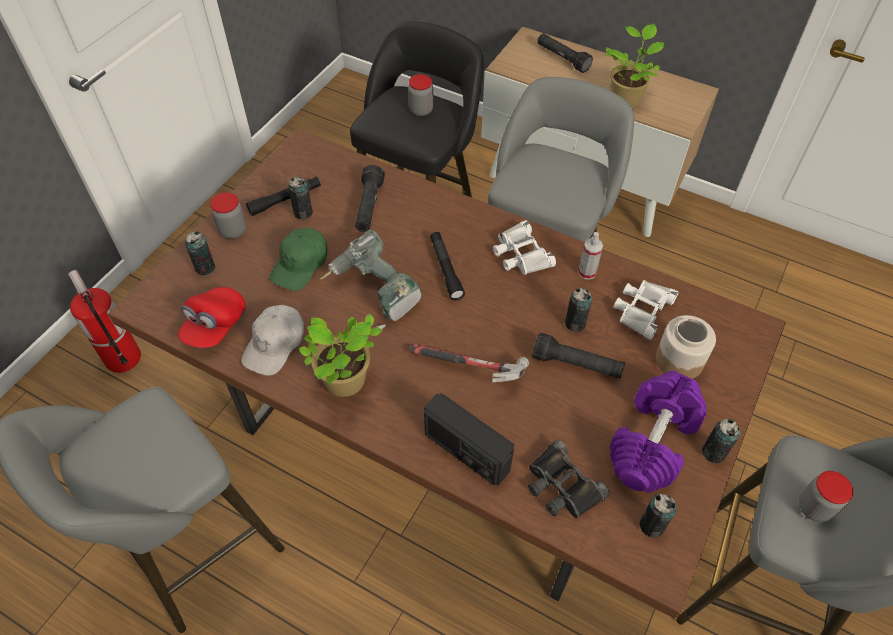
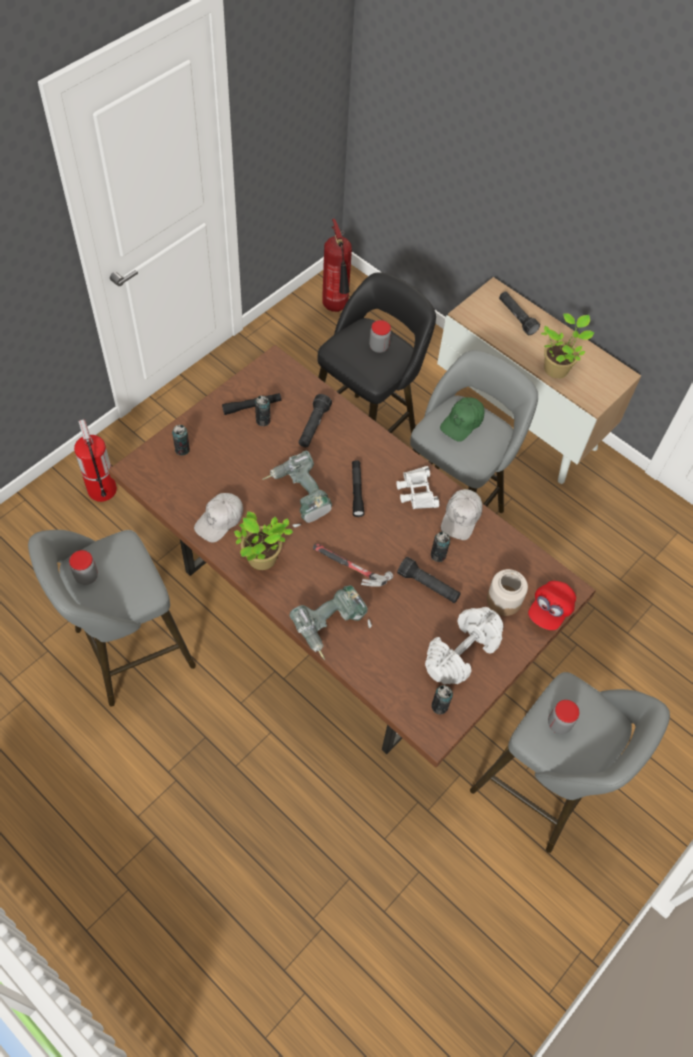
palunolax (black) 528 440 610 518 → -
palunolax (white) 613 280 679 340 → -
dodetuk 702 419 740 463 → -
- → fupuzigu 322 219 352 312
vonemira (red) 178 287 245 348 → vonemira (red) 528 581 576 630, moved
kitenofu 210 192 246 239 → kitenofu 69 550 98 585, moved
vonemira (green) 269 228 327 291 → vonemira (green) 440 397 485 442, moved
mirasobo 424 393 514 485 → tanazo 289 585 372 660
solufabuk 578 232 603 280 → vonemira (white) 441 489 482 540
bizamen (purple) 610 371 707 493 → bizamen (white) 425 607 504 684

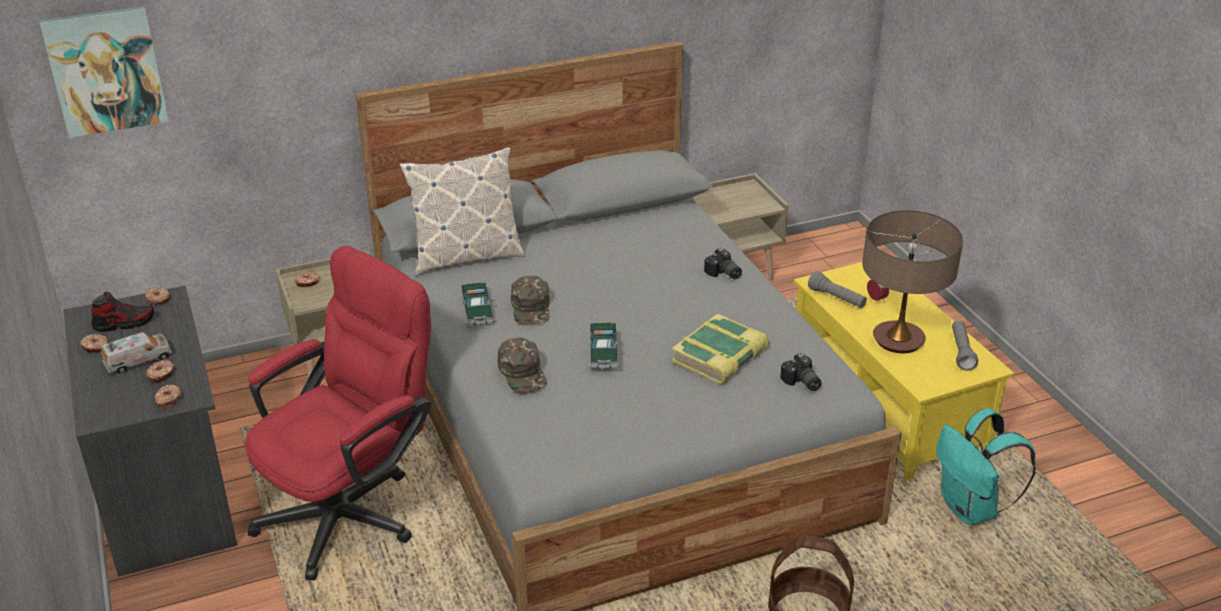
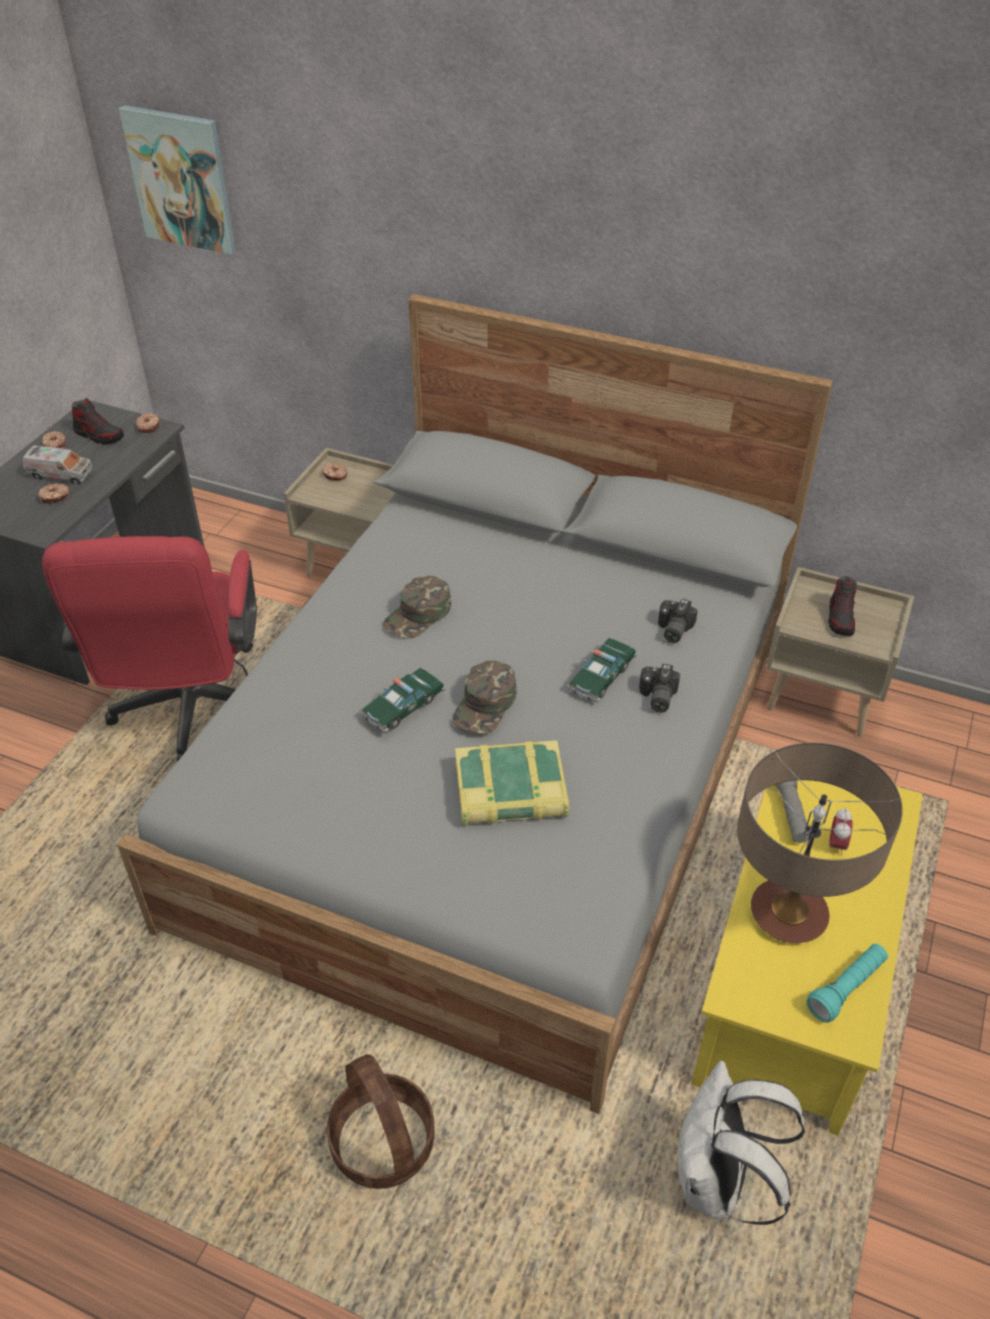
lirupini 155 384 182 408 → -
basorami 399 147 525 275 → -
- → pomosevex 828 576 857 636
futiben 460 283 494 325 → futiben 567 638 637 702, moved
vonemira (green) 498 337 547 392 → vonemira (green) 453 660 517 734, moved
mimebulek 780 353 822 391 → mimebulek 658 599 698 643, moved
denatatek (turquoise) 936 408 1036 525 → denatatek (white) 677 1061 805 1225
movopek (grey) 952 321 978 371 → movopek (turquoise) 807 944 888 1023
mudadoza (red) 245 245 431 580 → mudadoza (red) 42 536 257 762, 90 degrees clockwise

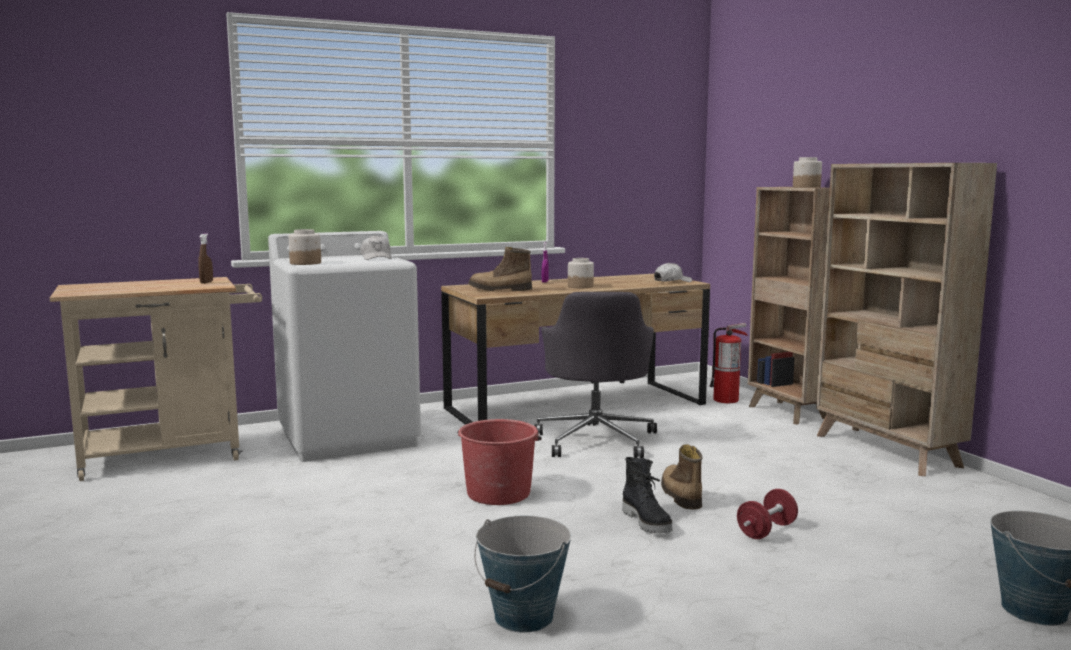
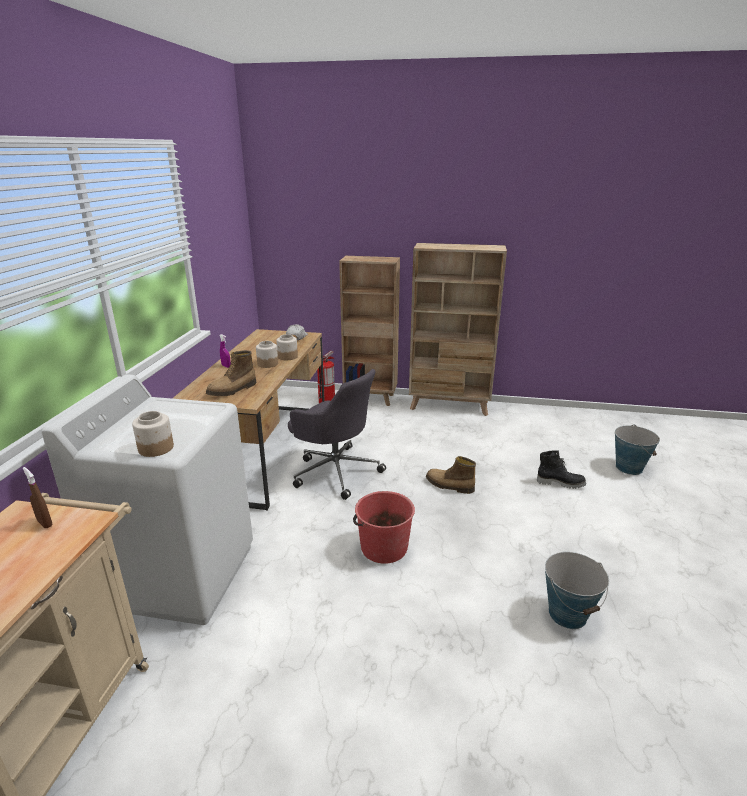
vonemira (white) 361 235 392 260 → -
bizamen (red) 737 489 798 539 → -
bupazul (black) 622 457 672 533 → bupazul (black) 537 450 586 489, moved
kitenofu 793 157 822 188 → kitenofu 276 334 298 360, moved

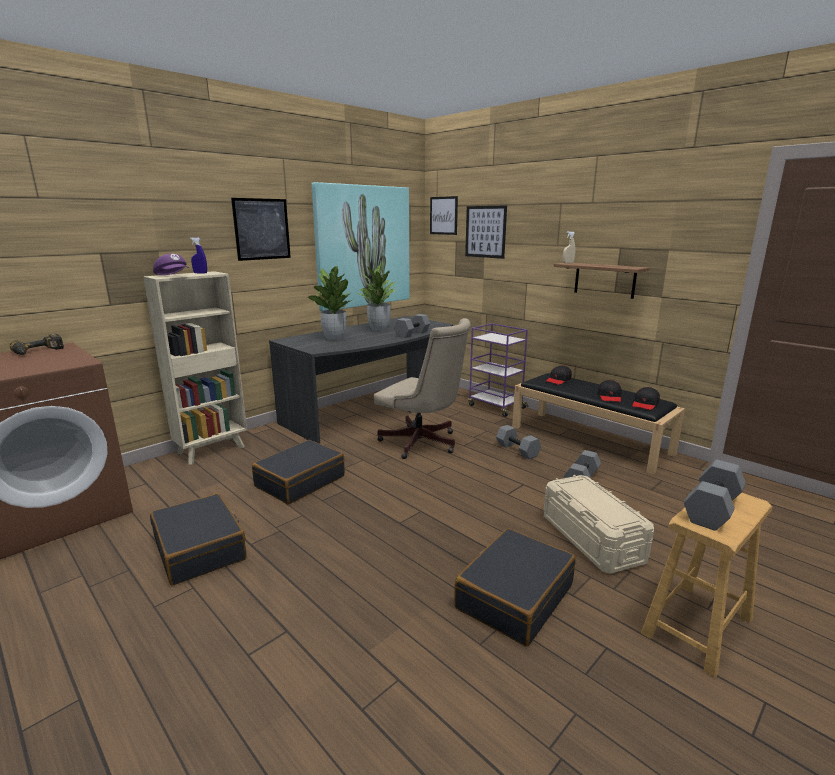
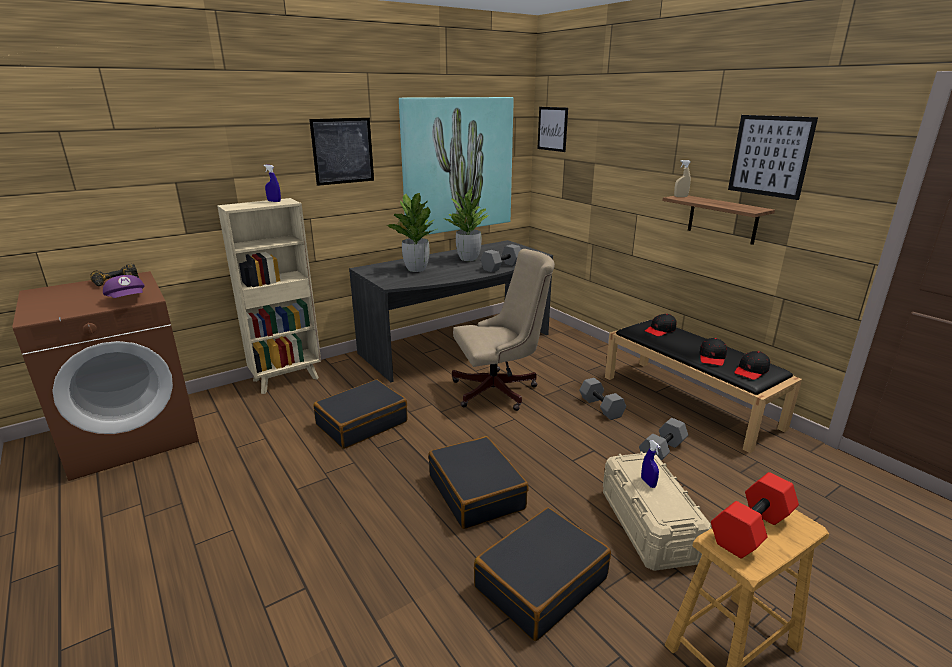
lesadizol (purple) 468 323 528 417 → -
- → solufabuk (blue) 641 440 661 488
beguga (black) 150 493 247 586 → beguga (black) 428 436 529 529, moved
vonemira (purple) 153 254 189 275 → vonemira (purple) 103 275 145 298, moved
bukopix 465 205 507 259 → bukopix 728 115 818 200, moved
bizamen (grey) 684 459 746 531 → bizamen (red) 711 472 799 558
mudadoza (beige) 374 318 471 459 → mudadoza (beige) 452 249 555 411, 60 degrees counterclockwise

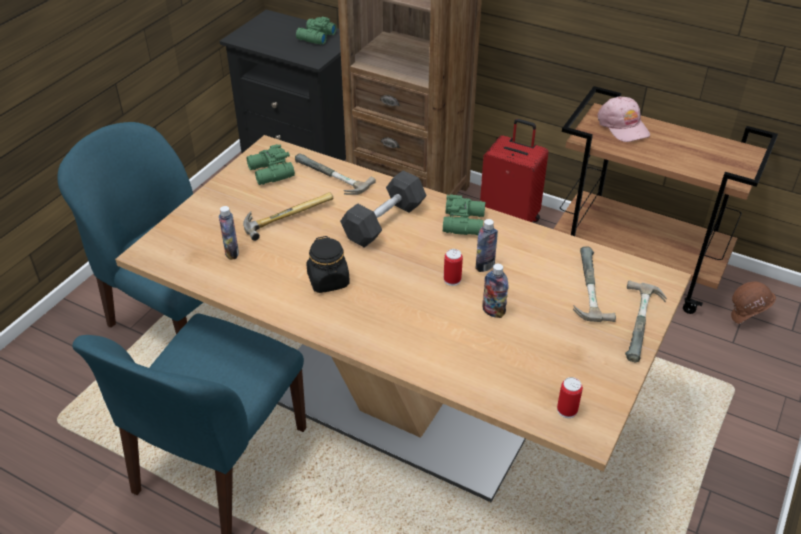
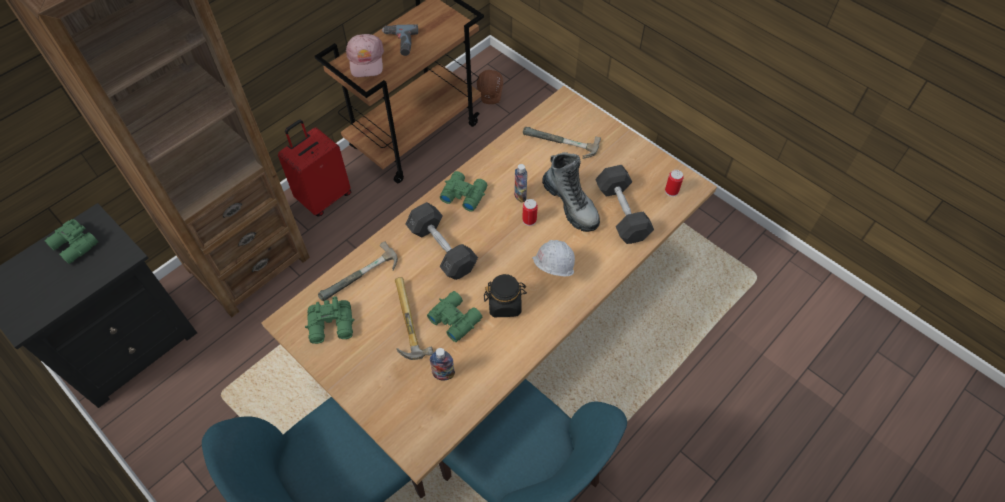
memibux 625 280 667 363 → -
- → tanazo 382 24 418 56
- → palunolax (green) 427 291 482 342
- → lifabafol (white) 532 240 575 277
- → bizamen (grey) 595 165 654 244
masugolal 482 263 508 318 → bupazul 542 152 600 232
vonemira (pink) 597 96 650 142 → vonemira (pink) 346 34 384 78, 90 degrees clockwise

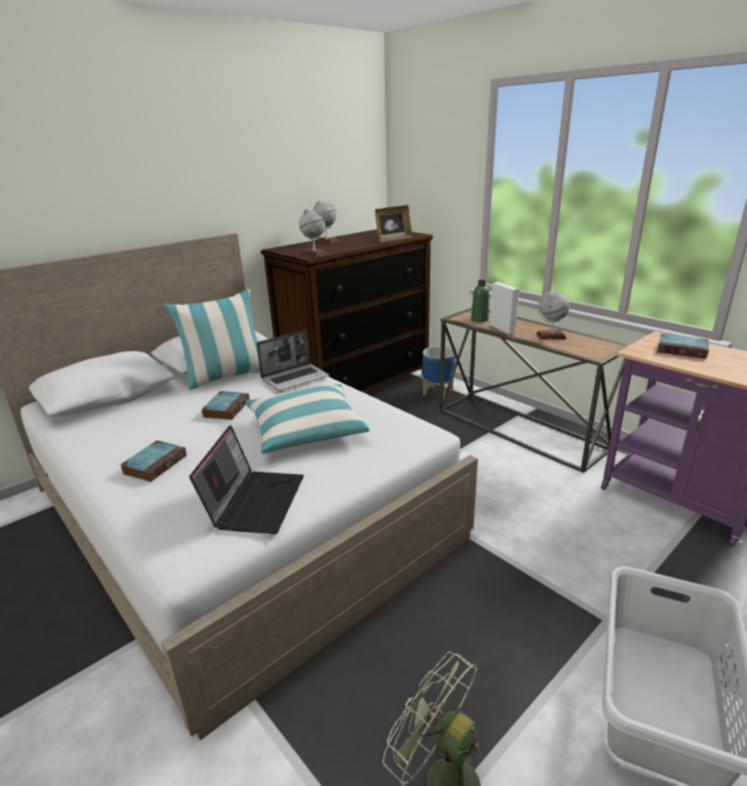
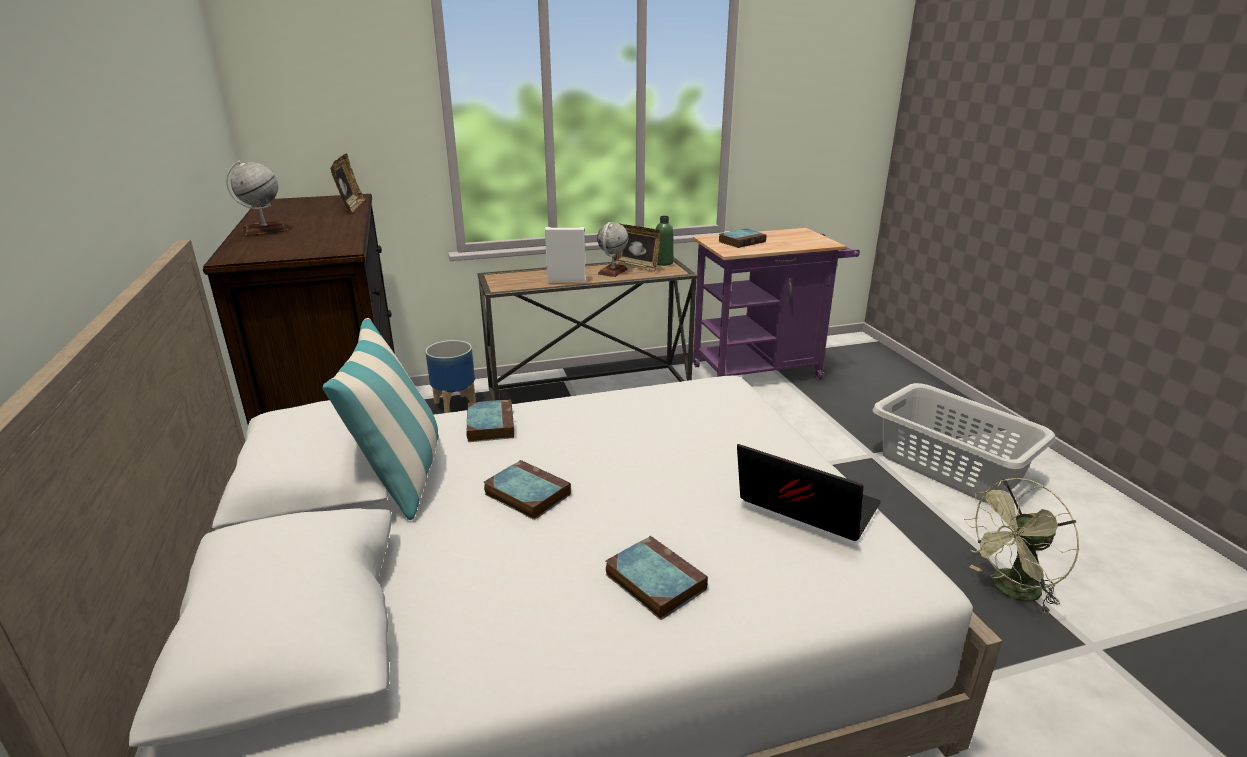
basorami 246 384 369 454 → -
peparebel 299 209 329 257 → -
- → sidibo 614 224 661 272
masugolal (green) 471 280 489 322 → masugolal (green) 656 216 674 266, moved
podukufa 256 330 329 391 → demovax 467 399 514 442

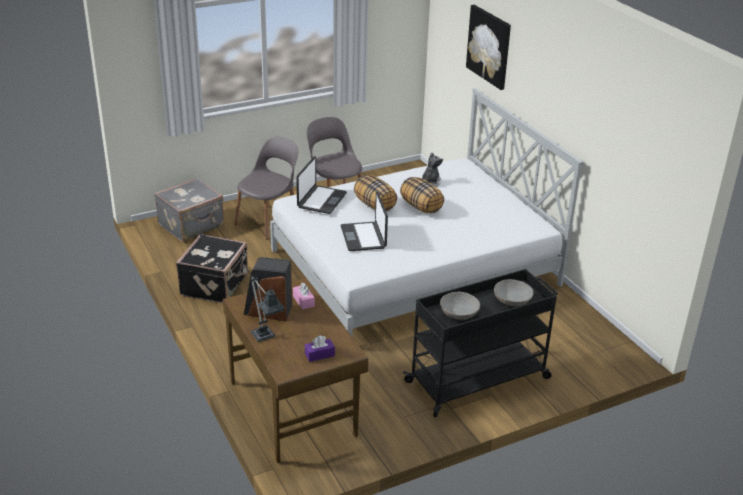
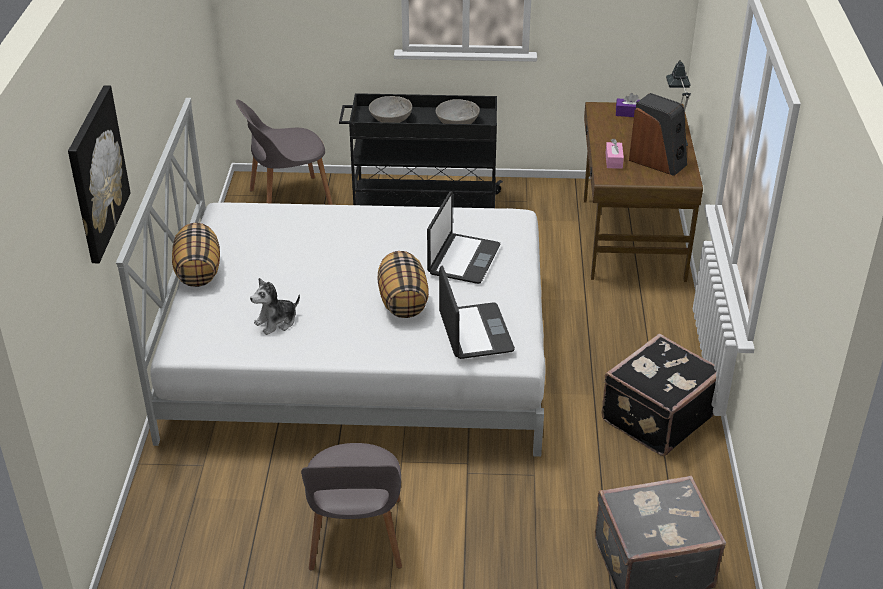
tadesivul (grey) 234 137 298 240 → tadesivul (grey) 236 100 333 205, moved
basorami 400 177 444 213 → basorami 172 223 220 287, moved
podukufa 296 156 347 214 → podukufa 439 265 515 359, 120 degrees clockwise

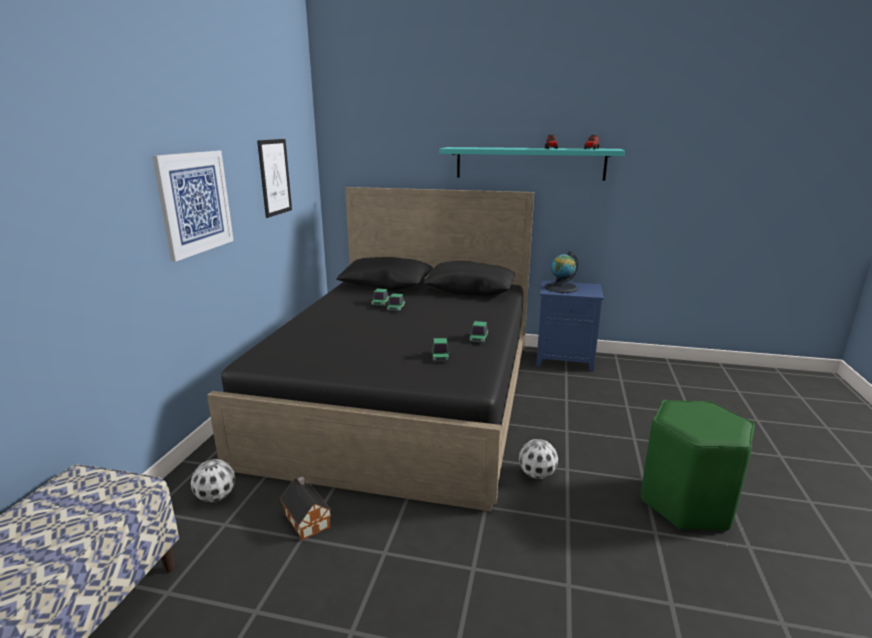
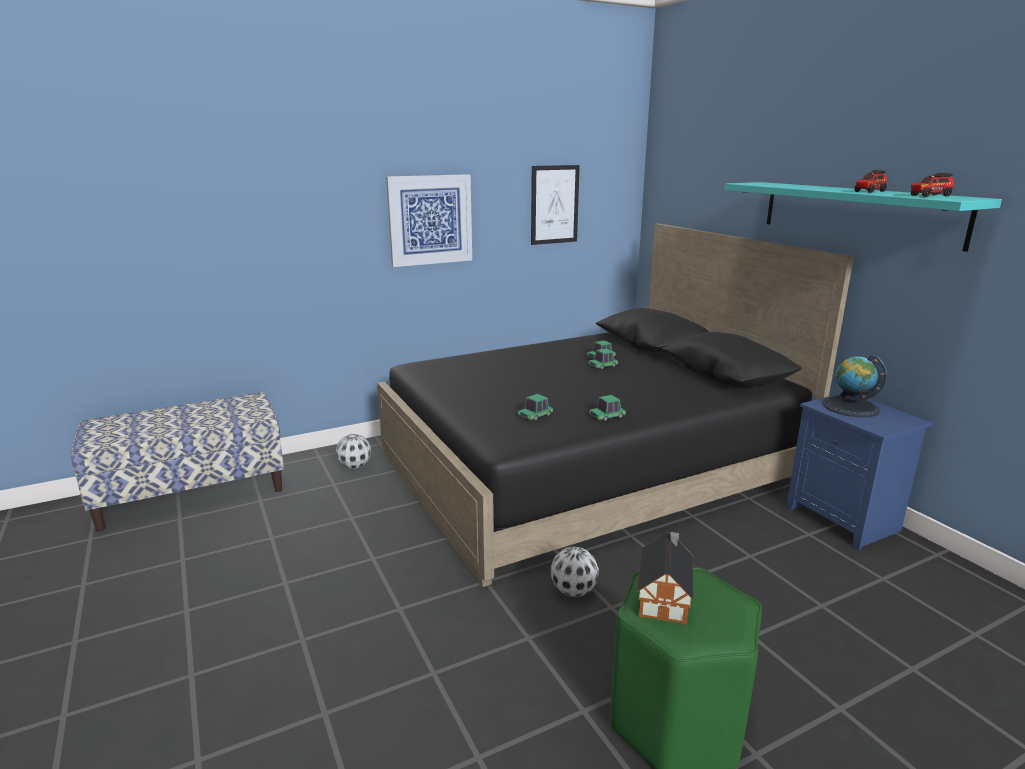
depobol 280 476 332 541 → depobol 637 532 694 625, moved

